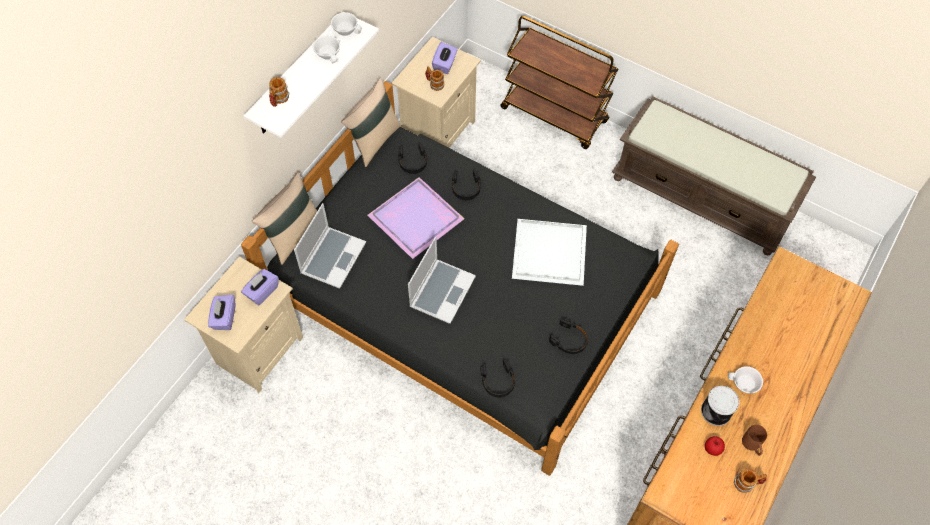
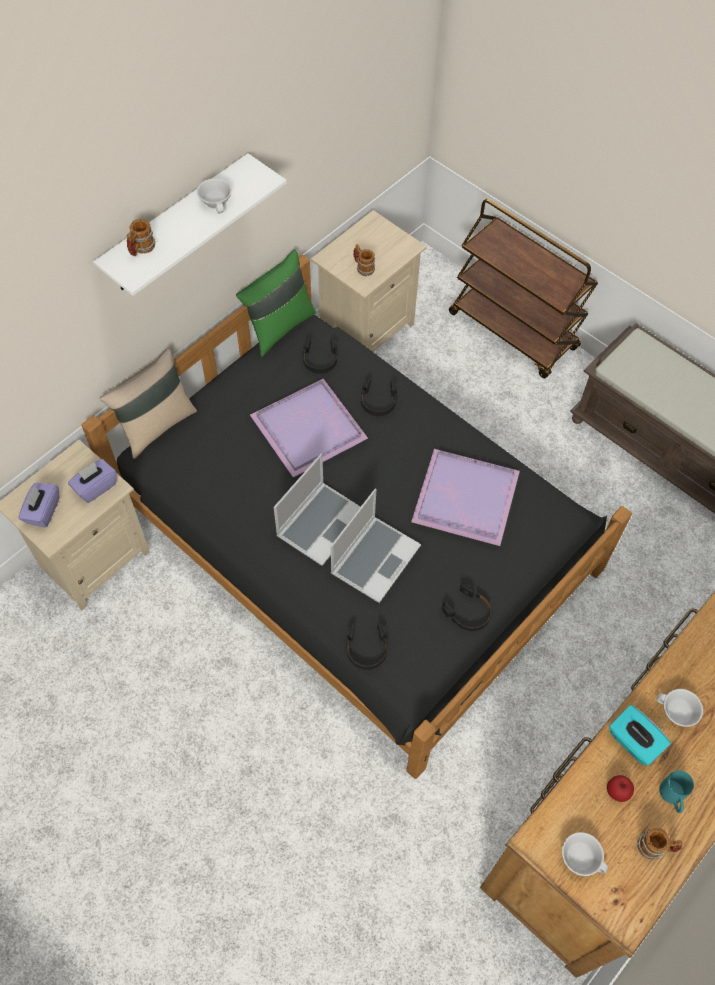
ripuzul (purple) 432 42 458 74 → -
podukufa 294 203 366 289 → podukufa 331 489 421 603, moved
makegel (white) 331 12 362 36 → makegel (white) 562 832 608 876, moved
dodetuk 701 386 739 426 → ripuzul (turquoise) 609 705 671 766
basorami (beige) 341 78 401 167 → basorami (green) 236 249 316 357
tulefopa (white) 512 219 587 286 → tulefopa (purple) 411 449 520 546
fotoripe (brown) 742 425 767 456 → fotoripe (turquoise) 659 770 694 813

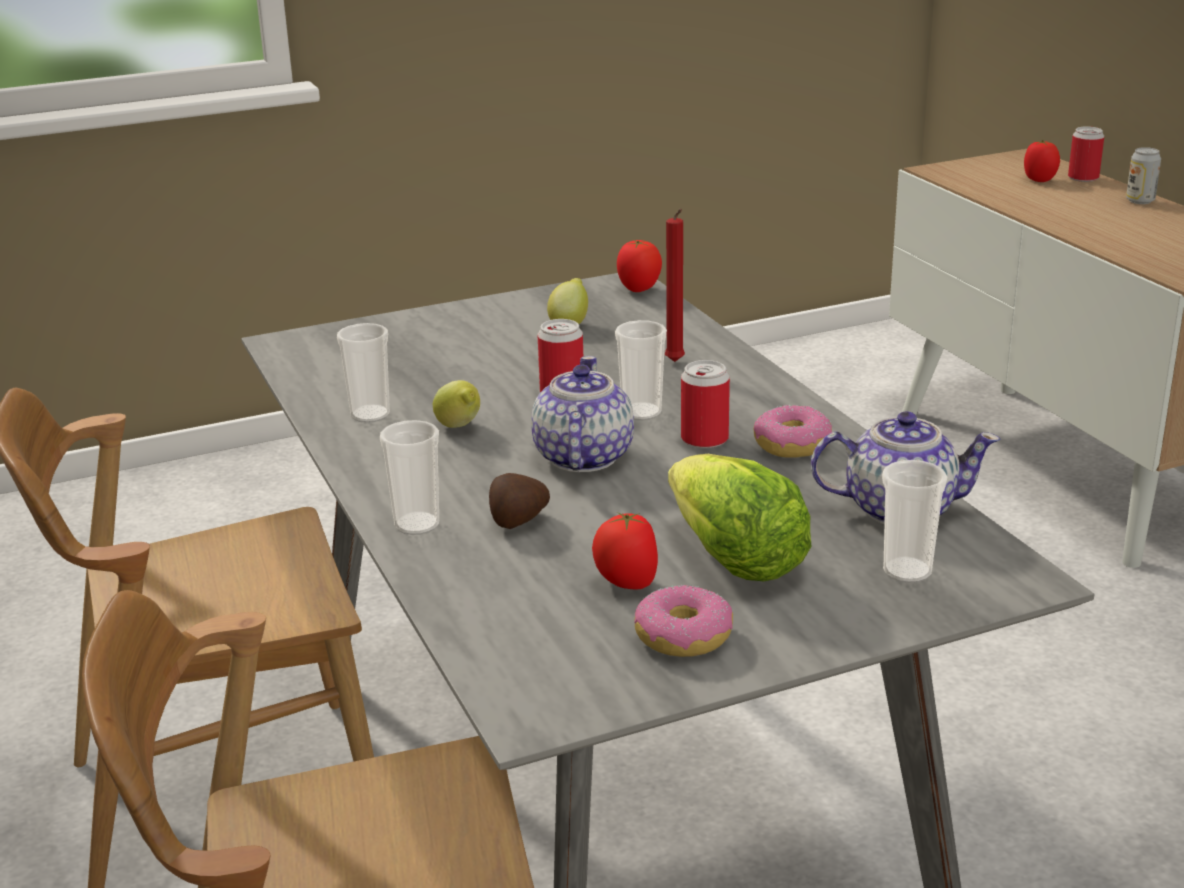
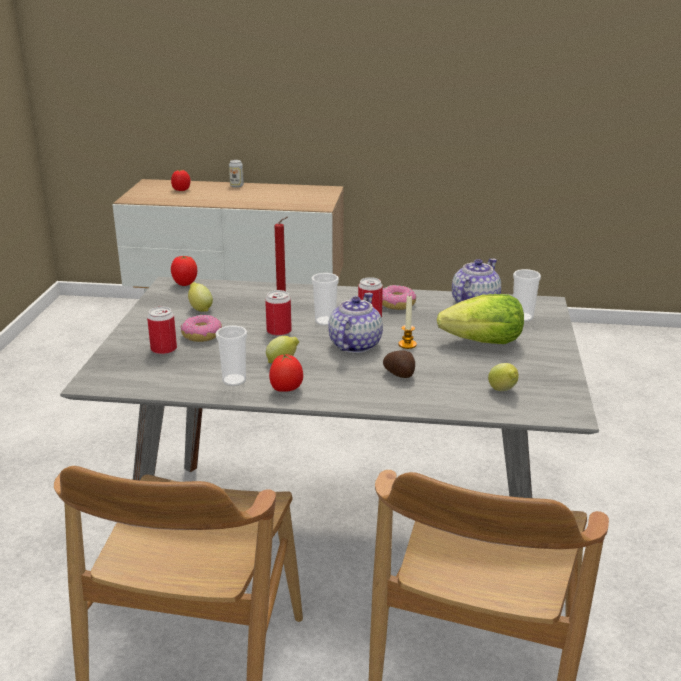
makegel 380 420 439 535 → -
- → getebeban 398 295 417 349
- → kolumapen 488 363 518 391
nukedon 592 512 658 589 → nukedon 269 354 303 392, moved
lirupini 634 585 733 657 → lirupini 180 315 222 342, moved
dodetuk 1068 126 1104 182 → dodetuk 147 307 177 355, moved
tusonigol 531 356 634 472 → tusonigol 328 293 383 353, 75 degrees clockwise

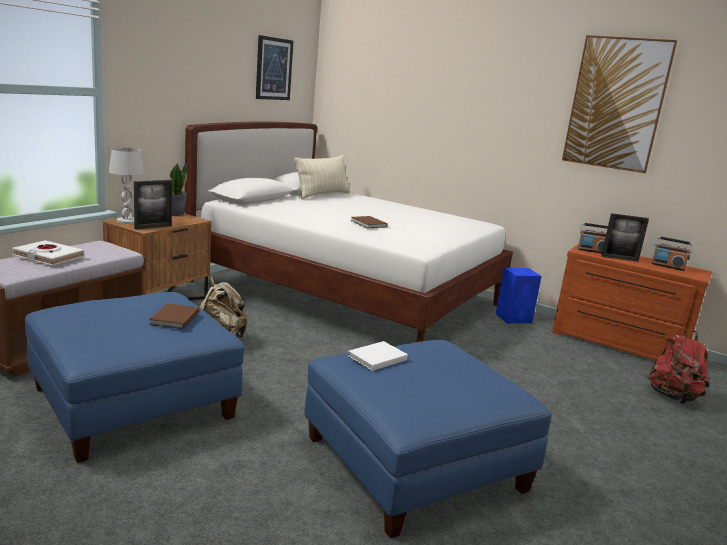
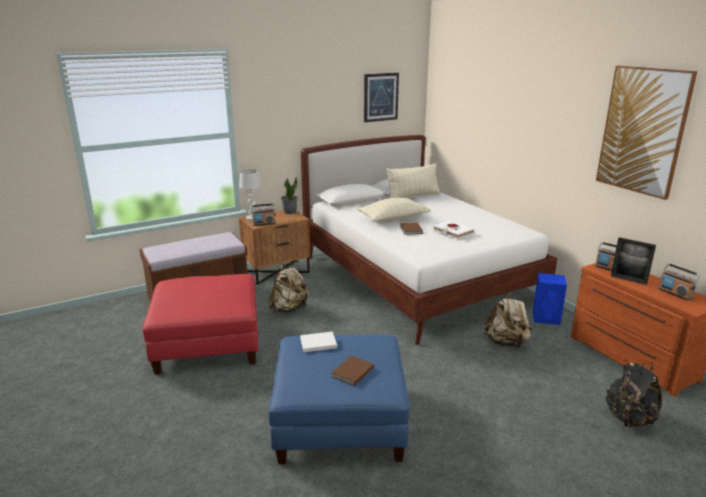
- → basorami (beige) 357 198 431 221
- → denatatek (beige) 484 292 532 348
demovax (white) 12 240 85 266 → demovax (white) 433 220 475 239, moved
demovax (brown) 149 303 199 329 → demovax (brown) 331 355 374 386, moved
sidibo 134 180 172 230 → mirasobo 251 204 276 226
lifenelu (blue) 25 292 244 463 → lifenelu (red) 142 274 258 375
denatatek (red) 645 331 709 404 → denatatek (black) 606 362 662 427

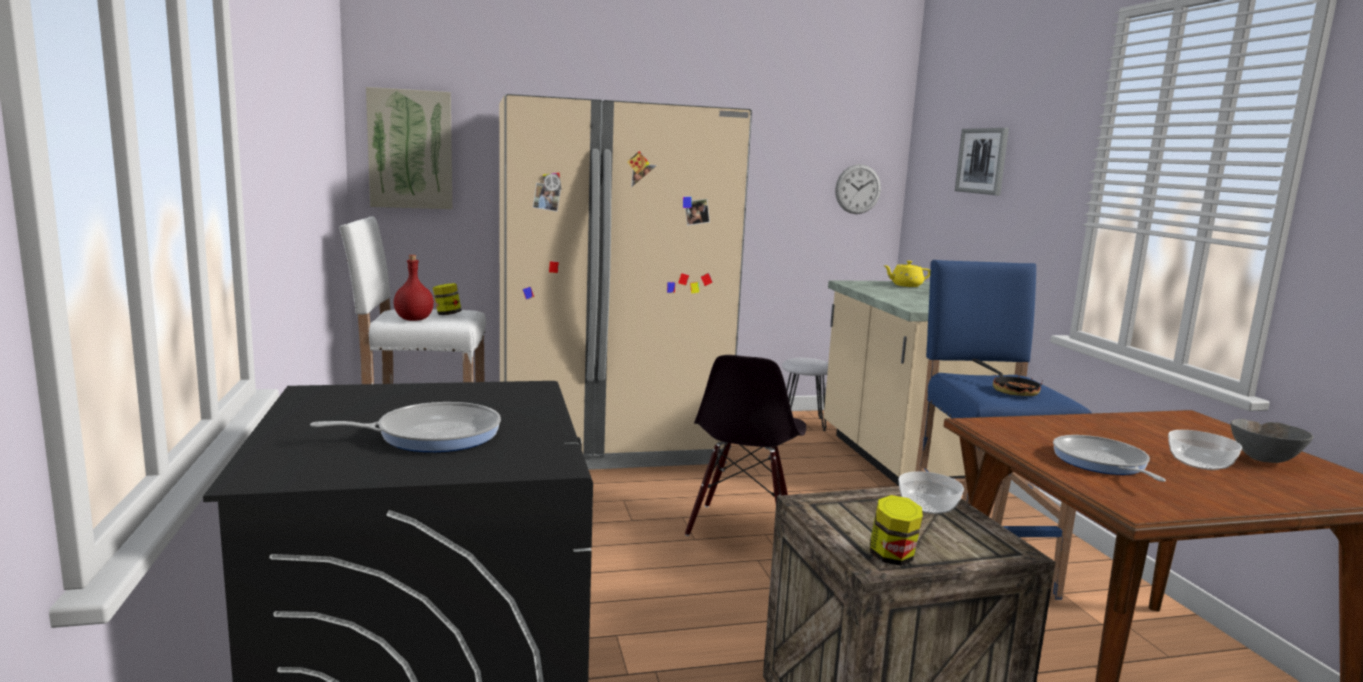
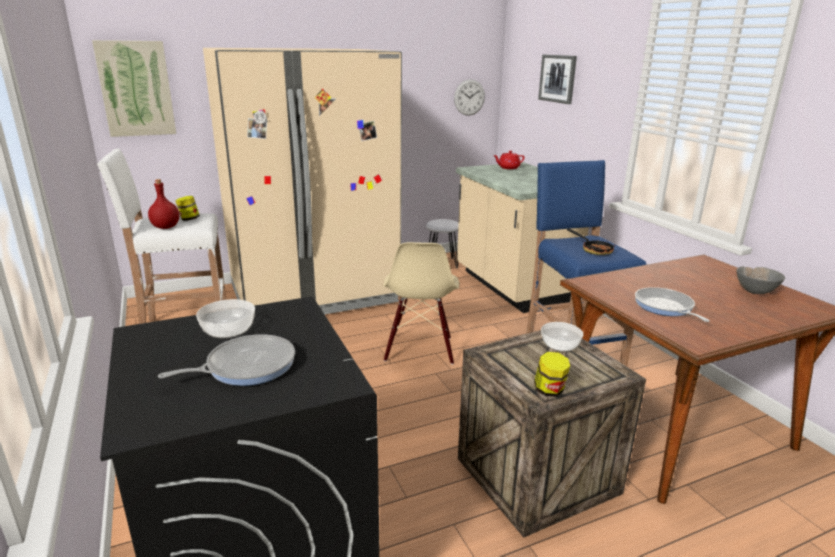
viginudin 1168 430 1242 470 → viginudin 196 299 255 338, moved
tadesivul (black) 685 355 807 536 → tadesivul (beige) 384 242 459 365
tusonigol (yellow) 883 261 930 287 → tusonigol (red) 493 151 525 169

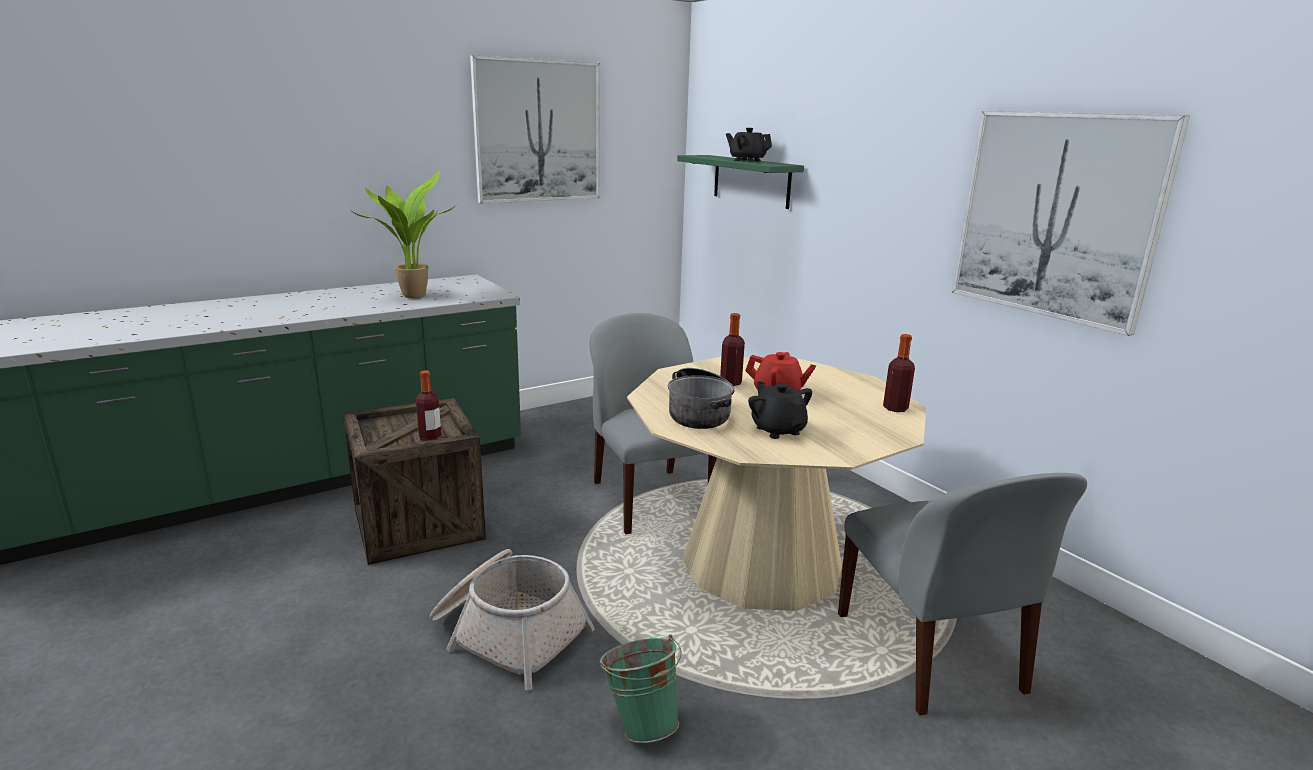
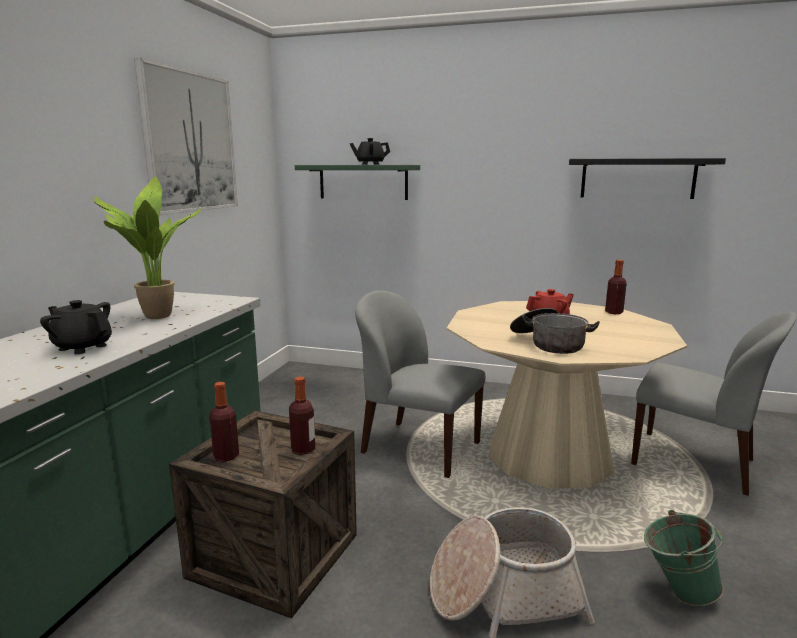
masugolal 720 313 745 386 → masugolal 209 382 239 462, moved
tusonigol (black) 748 381 812 439 → tusonigol (black) 40 300 112 354, moved
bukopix 952 111 1190 336 → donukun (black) 569 158 726 199

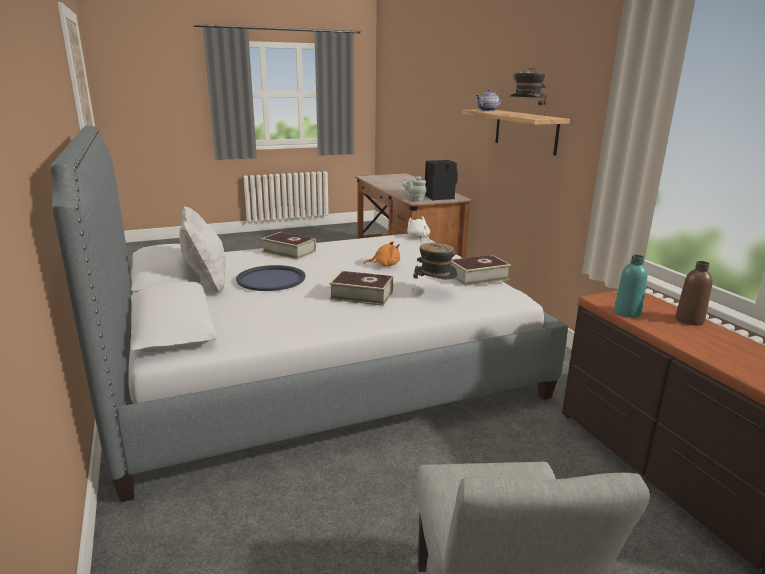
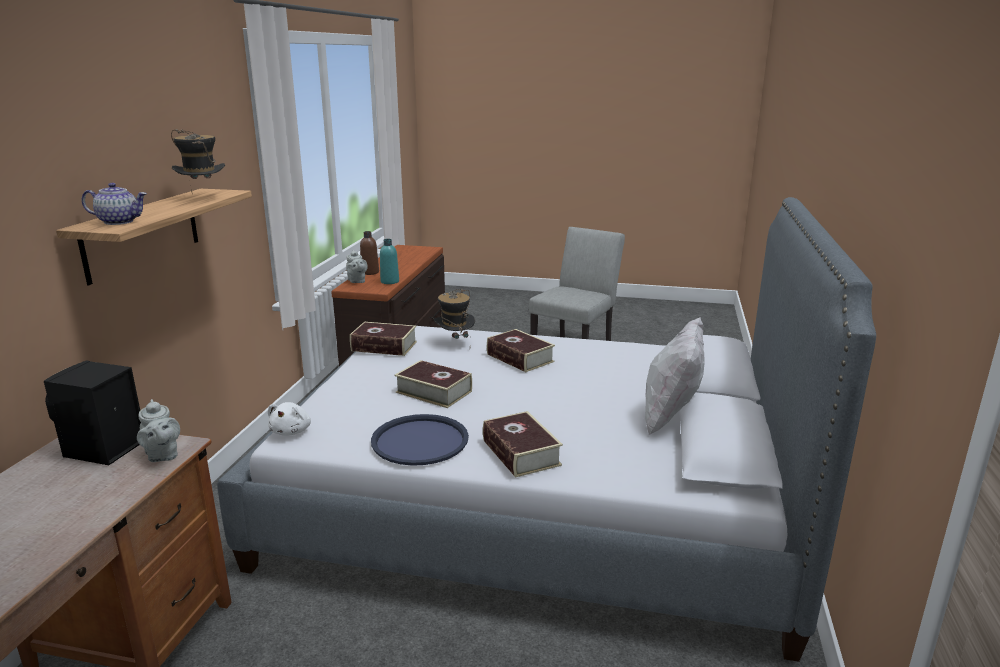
- → tusonigol (grey) 346 250 368 283
tulefopa (blue) 236 265 306 291 → tulefopa (blue) 371 414 469 466, moved
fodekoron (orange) 364 241 400 267 → demovax 394 360 472 408

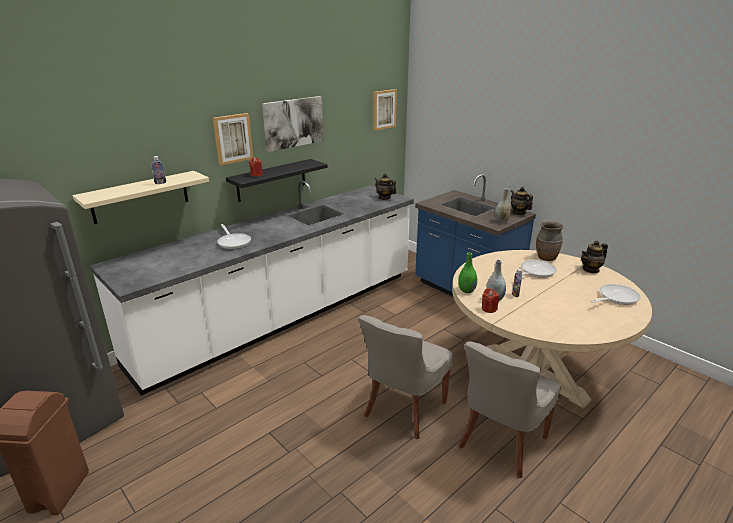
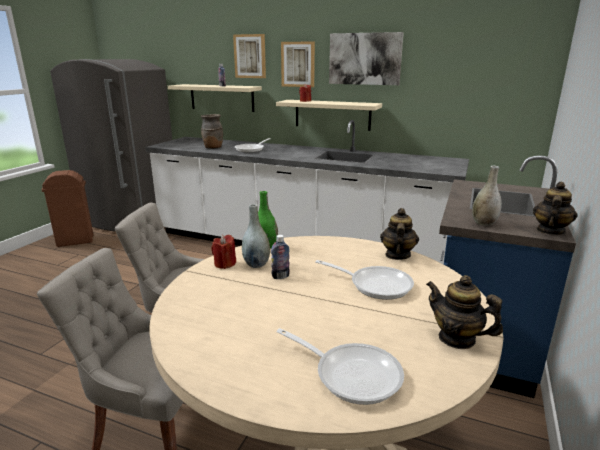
bukopix 373 89 397 131 → bukopix 233 34 266 78, moved
tusonigol 374 174 396 200 → tusonigol 380 208 419 260, moved
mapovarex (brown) 536 220 564 261 → mapovarex (brown) 201 114 223 149, moved
donukun (black) 226 159 328 202 → donukun (beige) 276 100 382 131

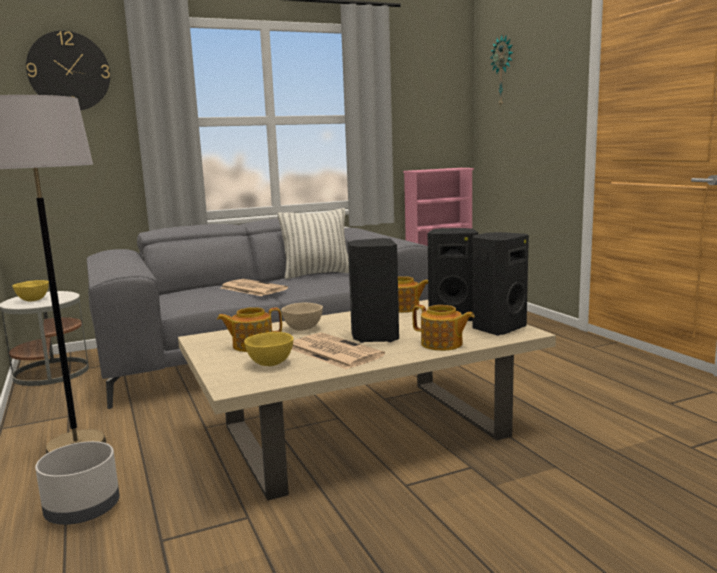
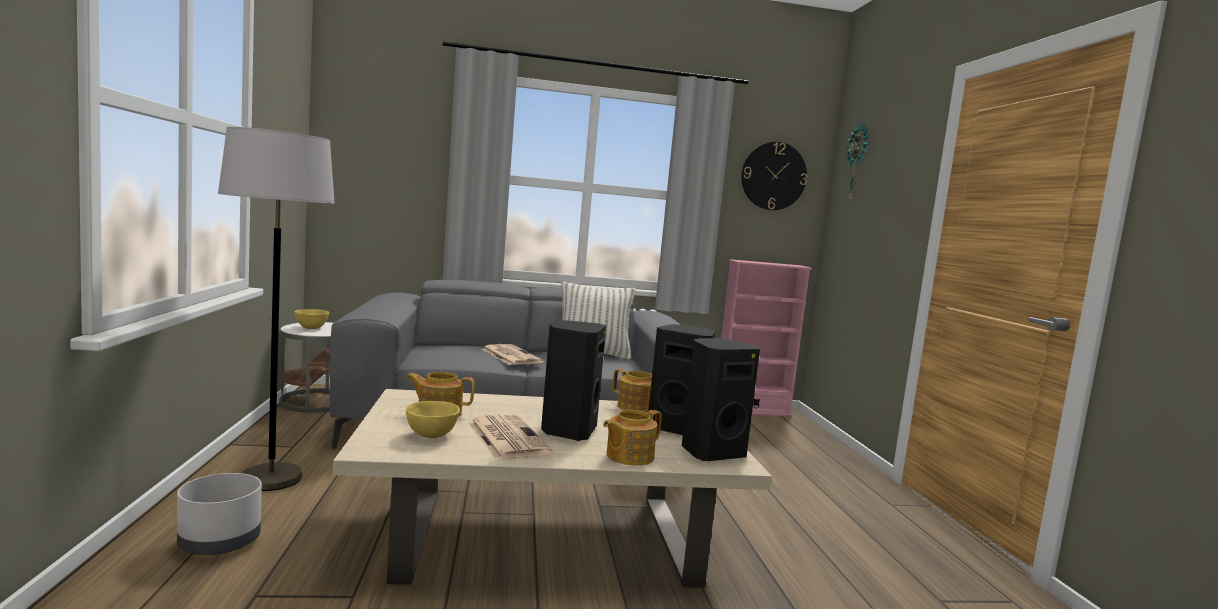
viginudin (beige) 281 302 323 331 → -
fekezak 26 31 110 110 → fekezak 741 142 807 210, moved
tusonigol 413 305 474 351 → tusonigol 603 410 662 466, 90 degrees clockwise

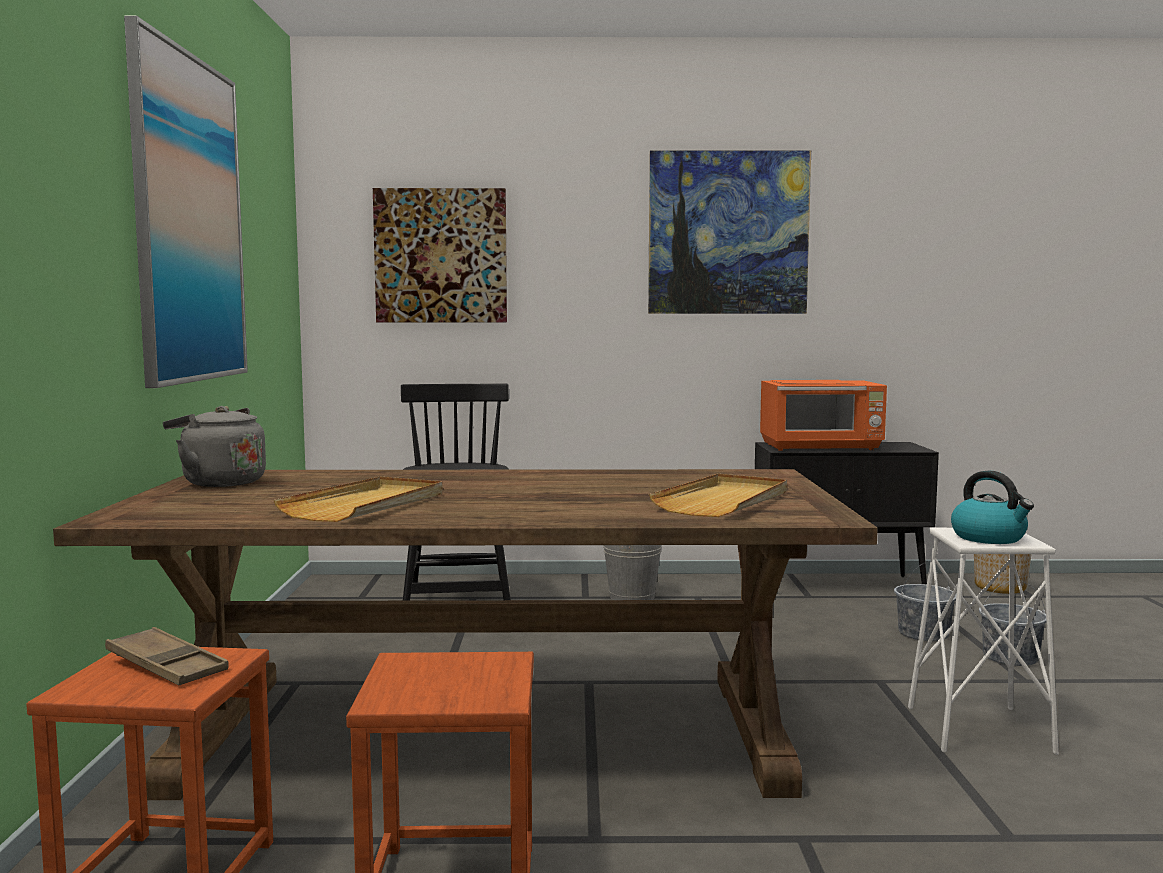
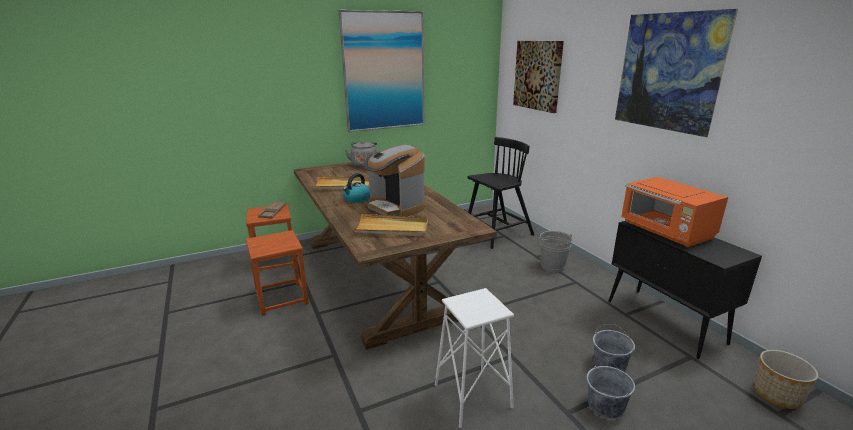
- → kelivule 363 145 425 216
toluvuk 951 470 1034 544 → toluvuk 343 173 370 203, moved

